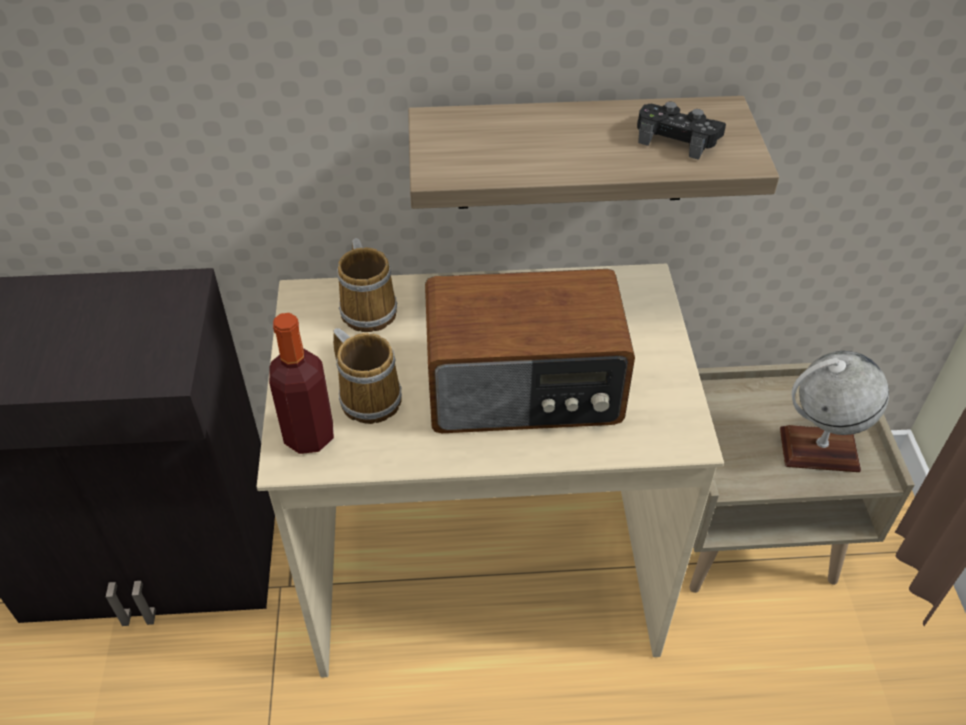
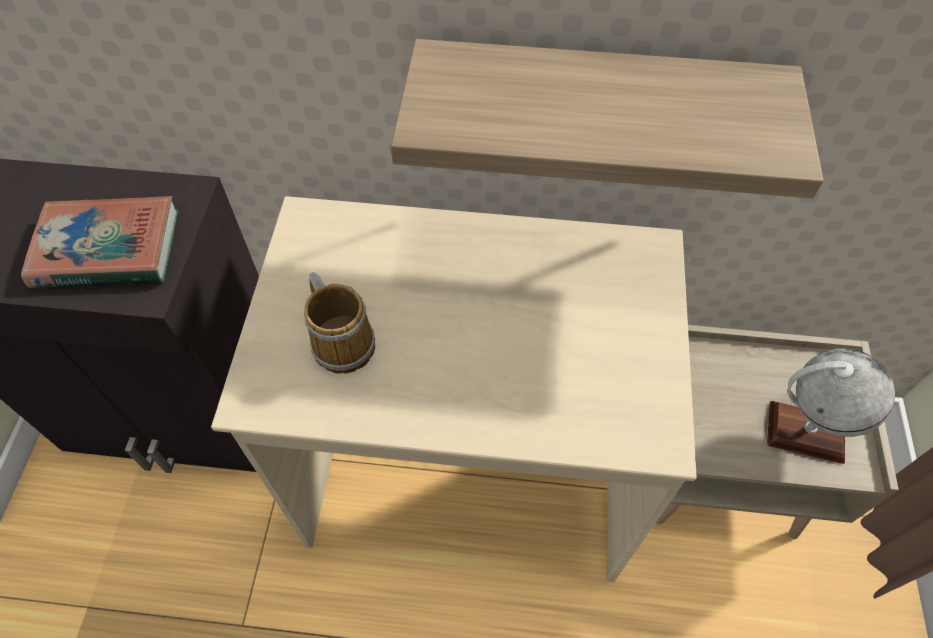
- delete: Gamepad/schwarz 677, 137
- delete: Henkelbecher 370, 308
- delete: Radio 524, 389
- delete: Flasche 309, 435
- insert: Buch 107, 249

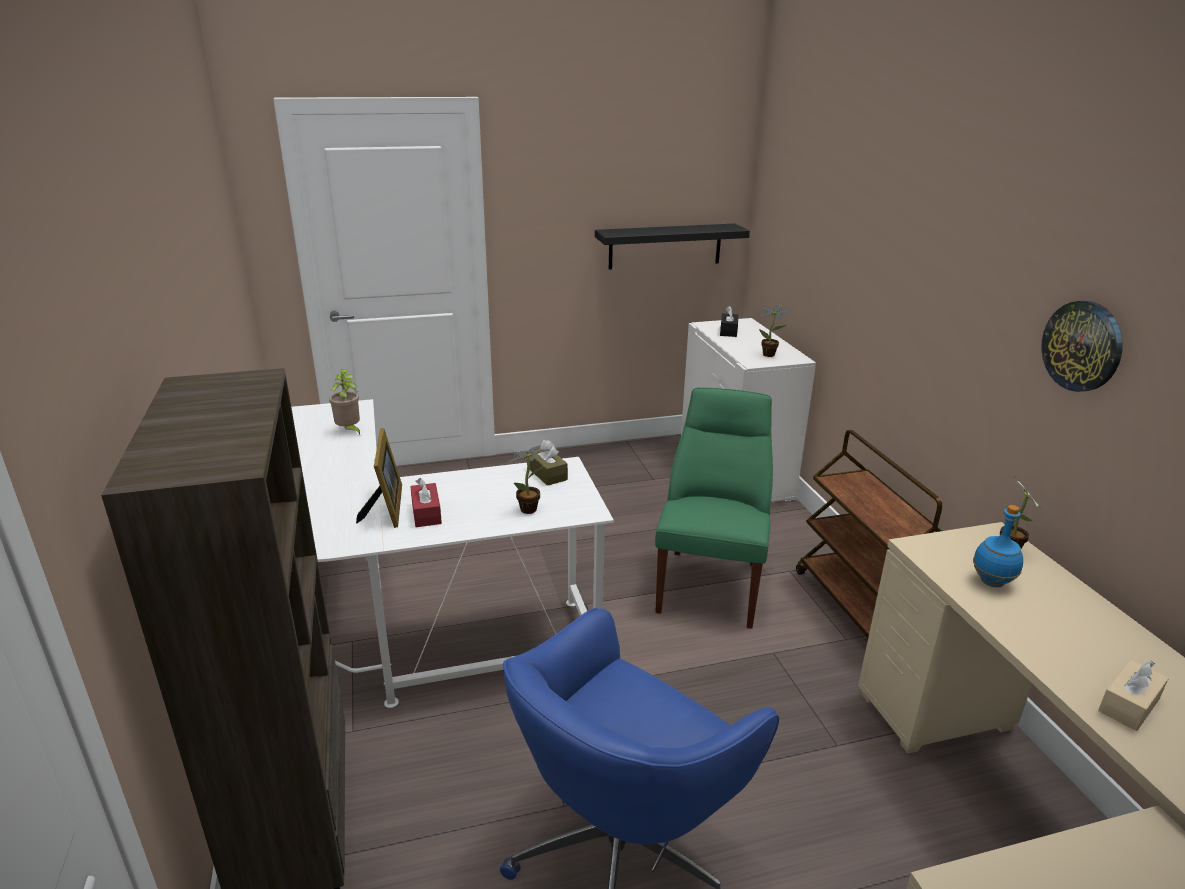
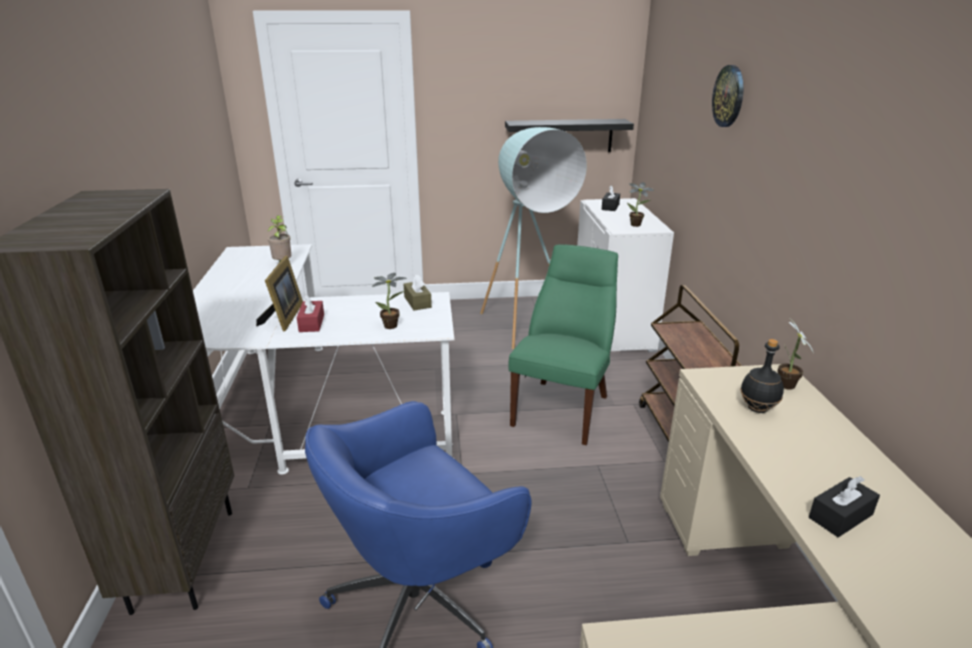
- move: Wanduhr 1082, 346 to 729, 96
- recolor: Flasche/blau 992, 582 to Flasche/schwarz 758, 409
- recolor: Taschentuchbox/beige 1128, 705 to Taschentuchbox/schwarz 840, 516
- insert: Stehlampe/türkis 527, 334

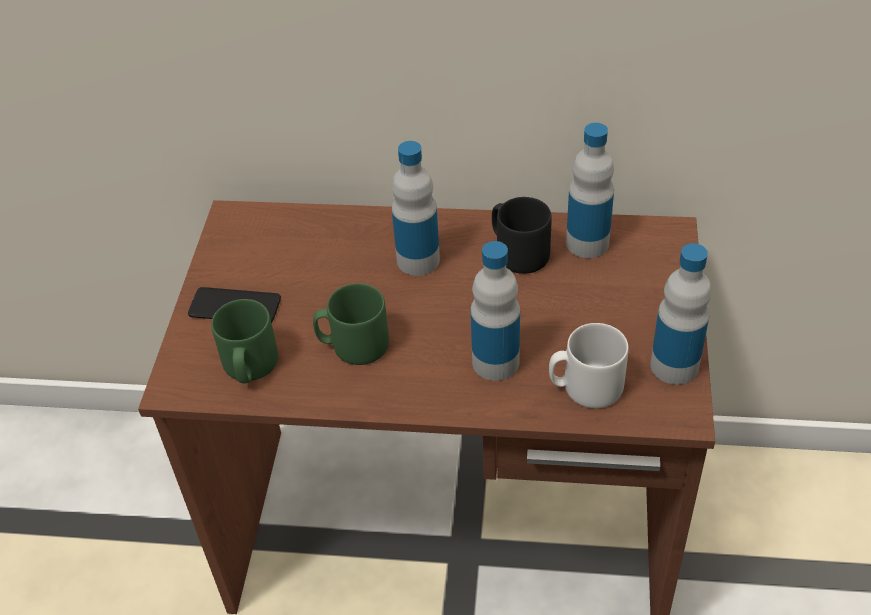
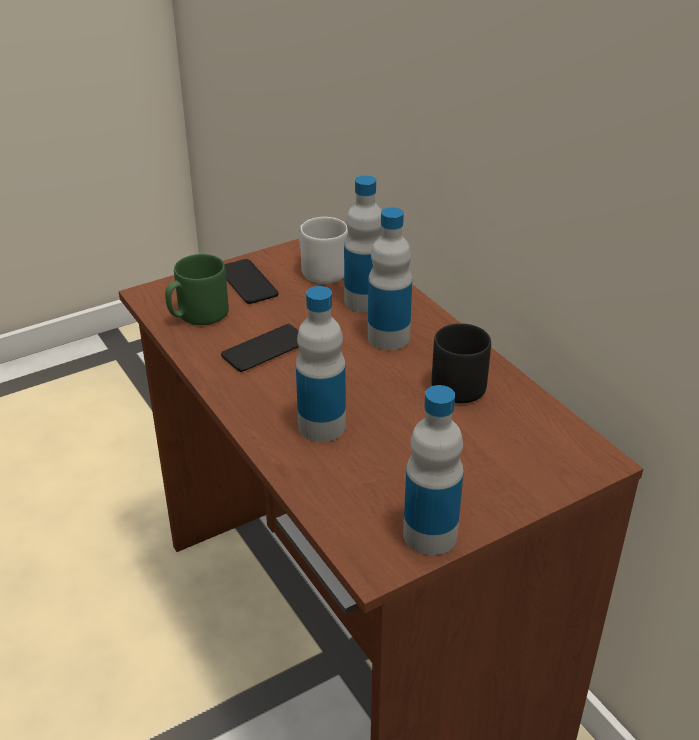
- move: Flasche 587, 243 to 364, 301
- replace: Henkelbecher/grün 353, 345 to Handy 265, 349
- move: Henkelbecher/grau 585, 387 to 320, 269

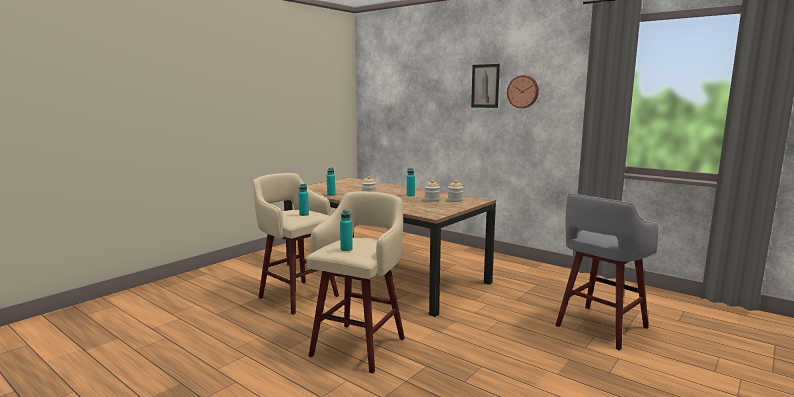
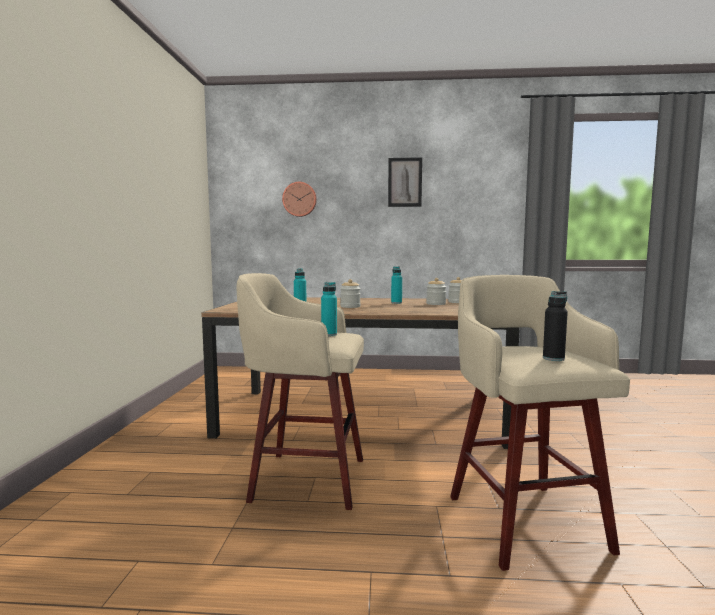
- move: Wanduhr 523, 91 to 299, 199
- delete: Hocker/grau 599, 327
- recolor: Flasche/türkis 346, 249 to Flasche/schwarz 553, 358

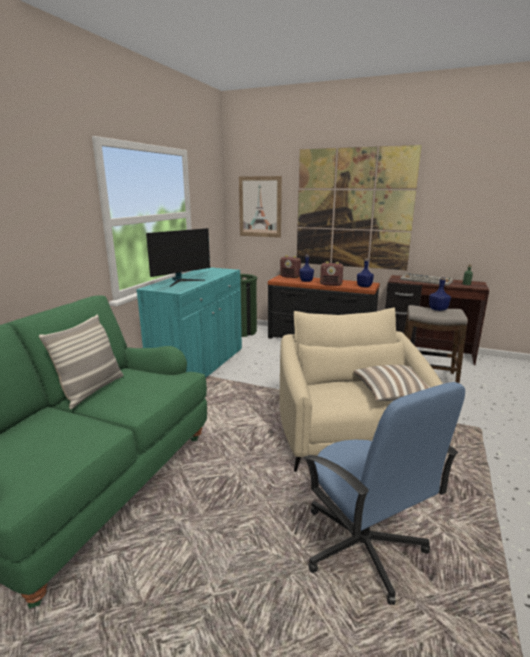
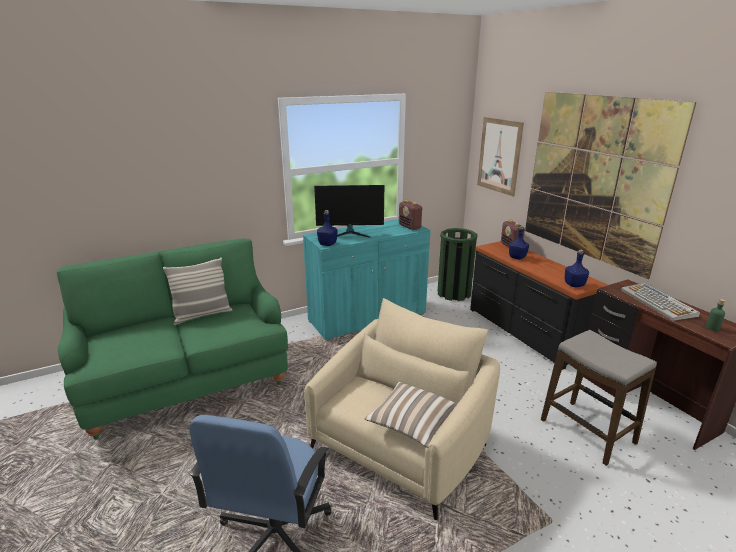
- move: Radio 331, 284 to 410, 227
- move: Flasche/blau 438, 309 to 327, 244

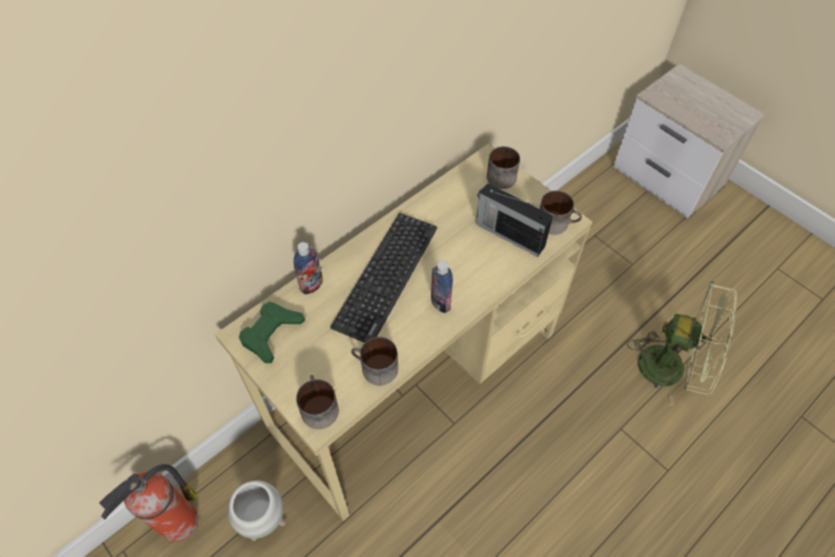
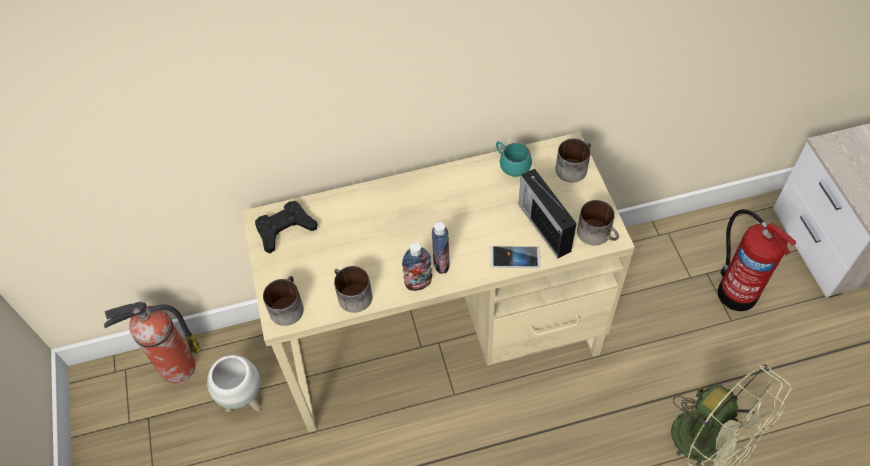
- delete: Tastatur 386, 276
- move: Flasche 311, 285 to 418, 283
- recolor: Gamepad/grün 271, 333 to Gamepad/schwarz 285, 229
- insert: Henkelbecher/türkis 510, 165
- insert: Feuerlöscher 735, 291
- insert: Handy 515, 258

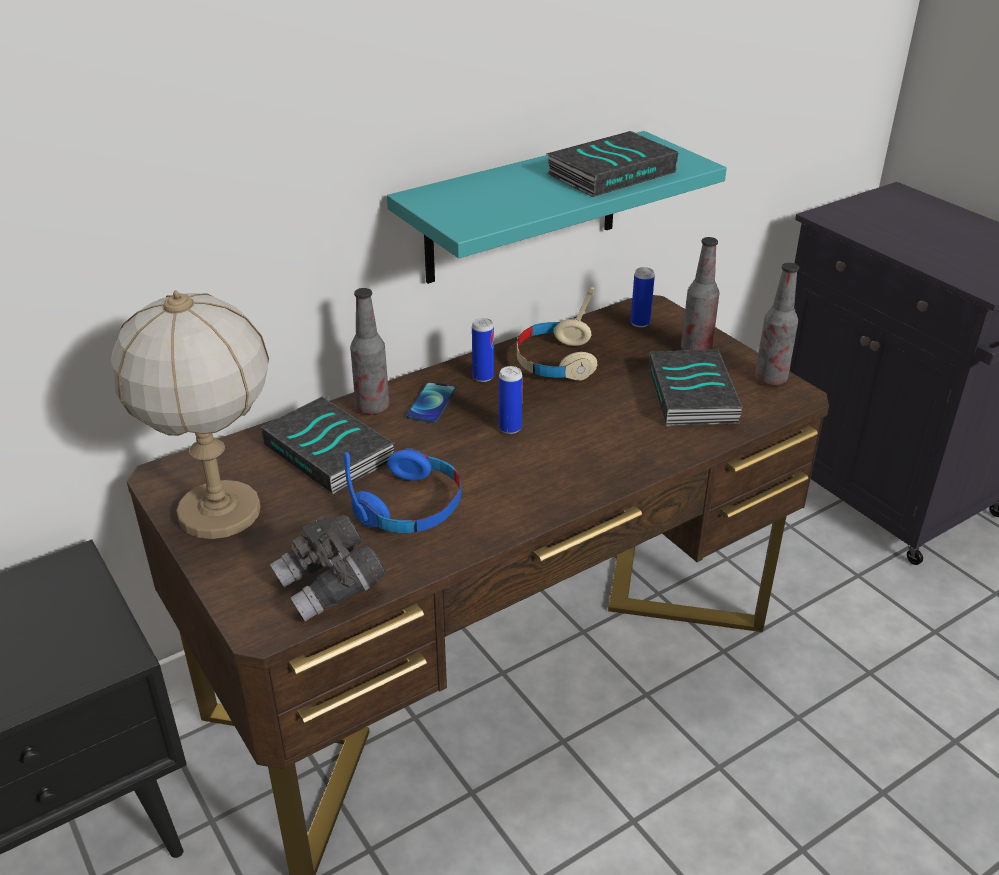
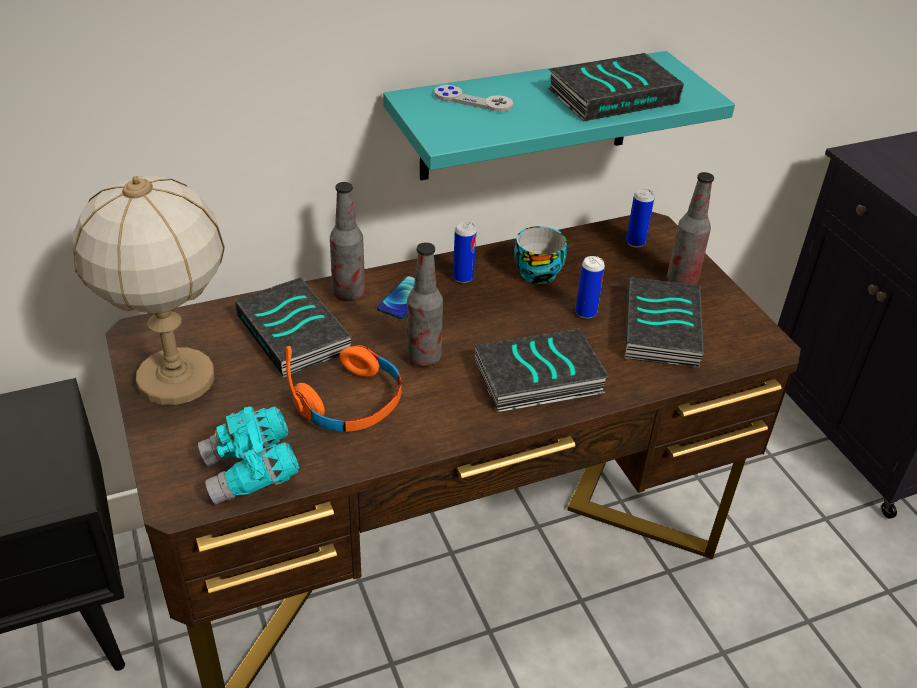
- move: Flasche 770, 379 to 424, 357
- replace: Kopfhörer/beige 555, 361 to Tasse 538, 271
- move: Dose 510, 428 to 586, 313
- recolor: Kopfhörer/blau 411, 506 to Kopfhörer/orange 352, 403
- recolor: Fernglas/grau 330, 586 to Fernglas/türkis 251, 472
- insert: Gamepad/grau 473, 100
- insert: Buch 537, 379

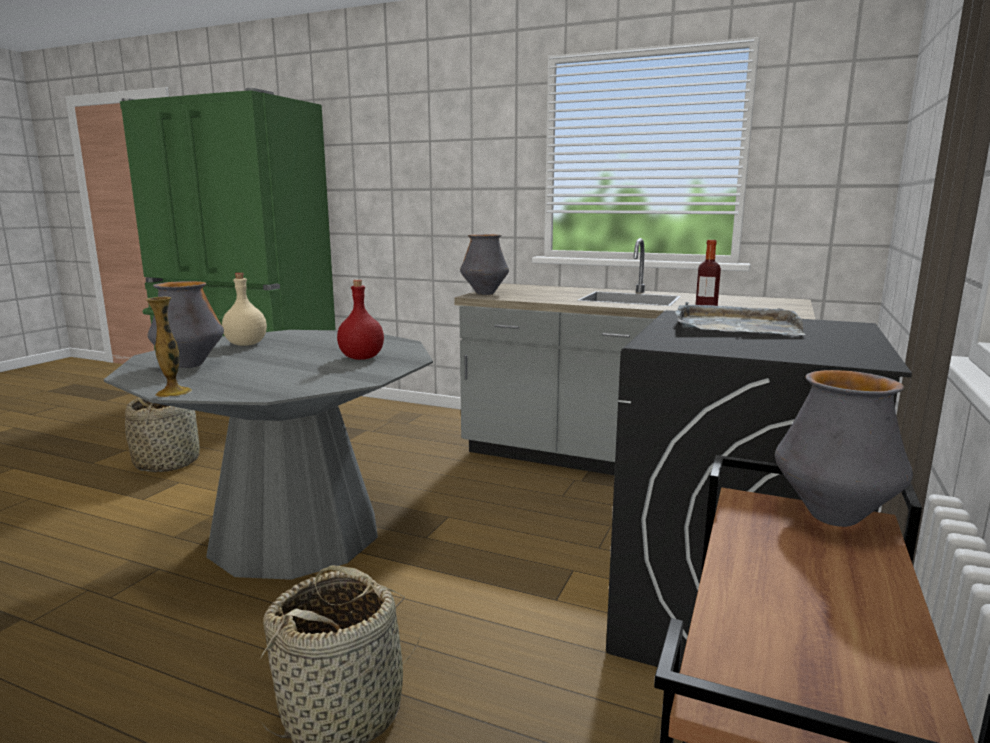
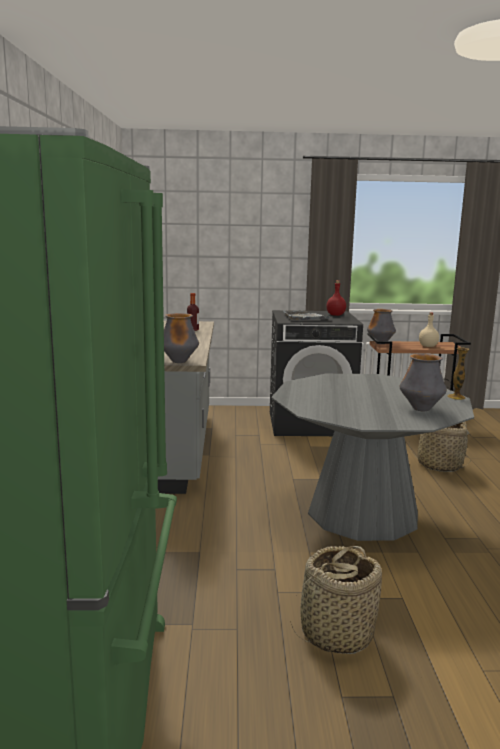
- move: Flasche/beige 246, 344 to 428, 346
- move: Flasche/rot 360, 358 to 336, 315

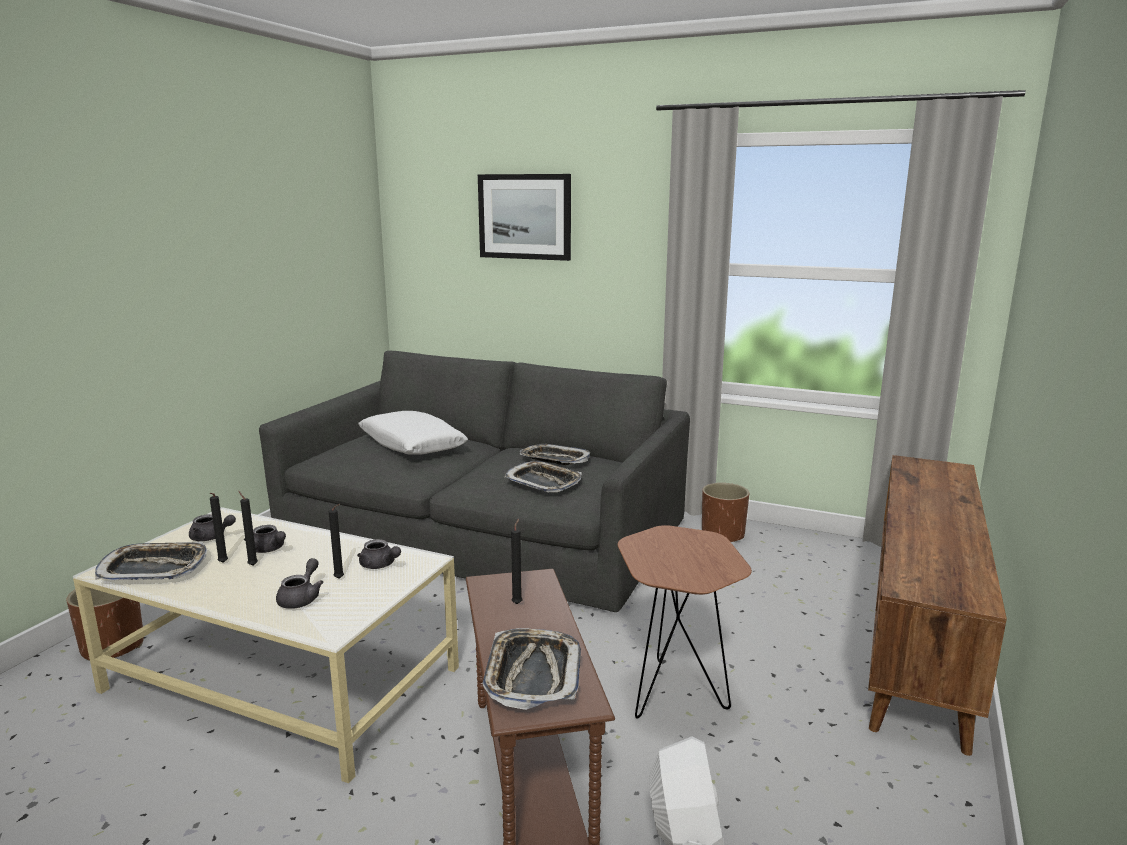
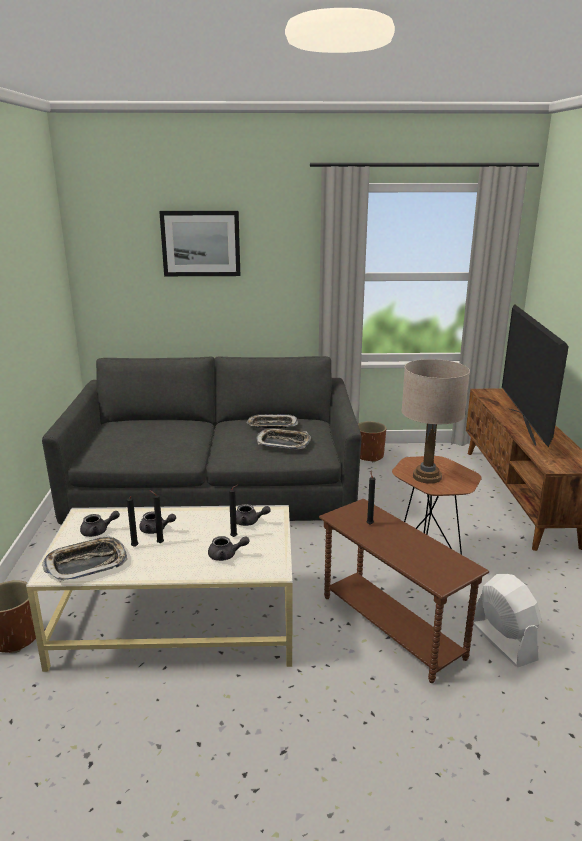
- delete: Kissen/weiß 412, 445
- rotate: Teekanne/grau 301, 598 = 226, 555 105 degrees clockwise
- delete: Tablett 532, 674
- insert: Fernseher 522, 426
- insert: Tischlampe/beige 427, 477

